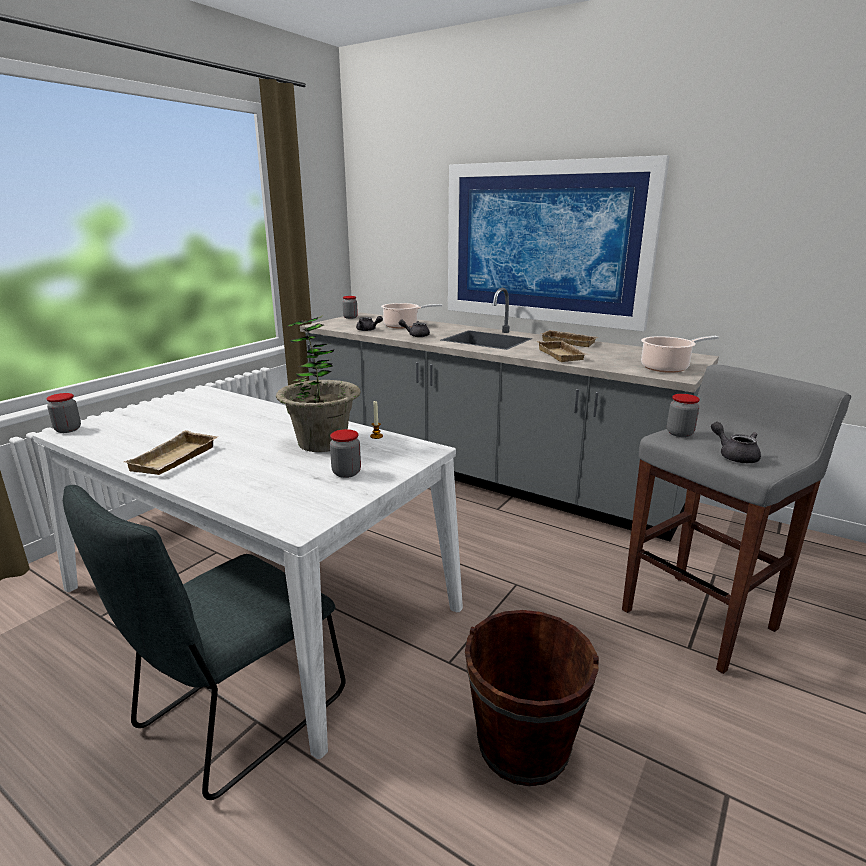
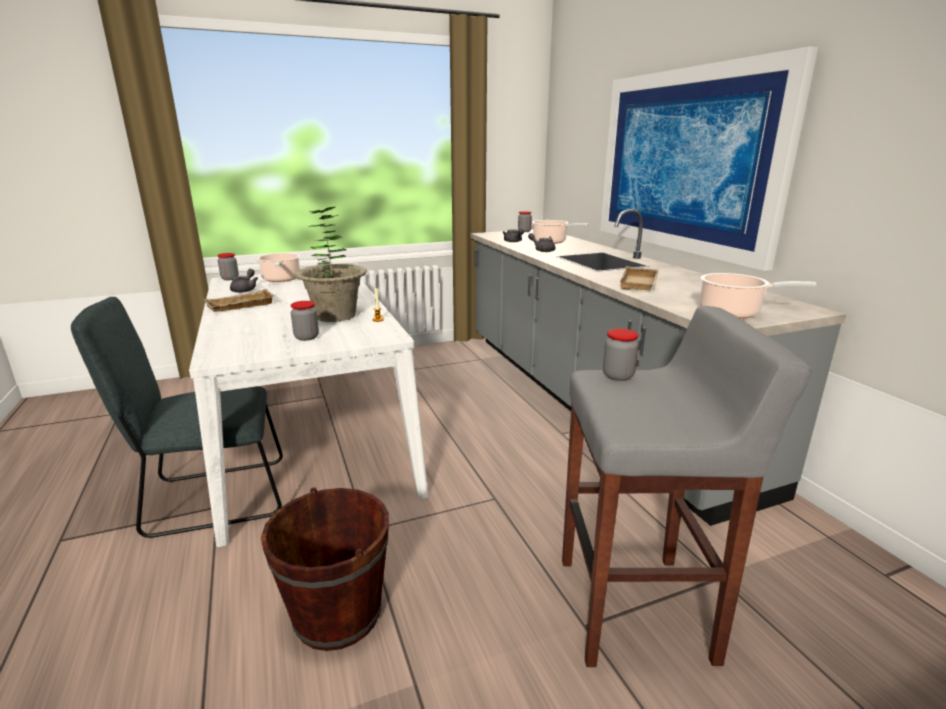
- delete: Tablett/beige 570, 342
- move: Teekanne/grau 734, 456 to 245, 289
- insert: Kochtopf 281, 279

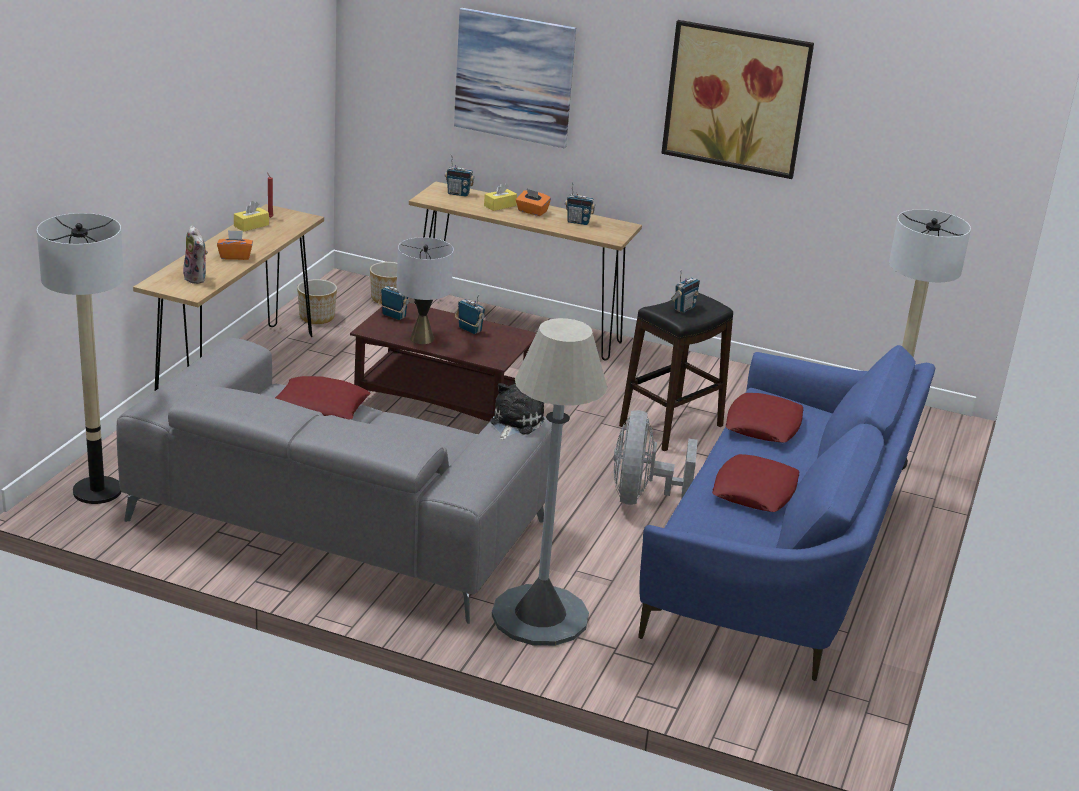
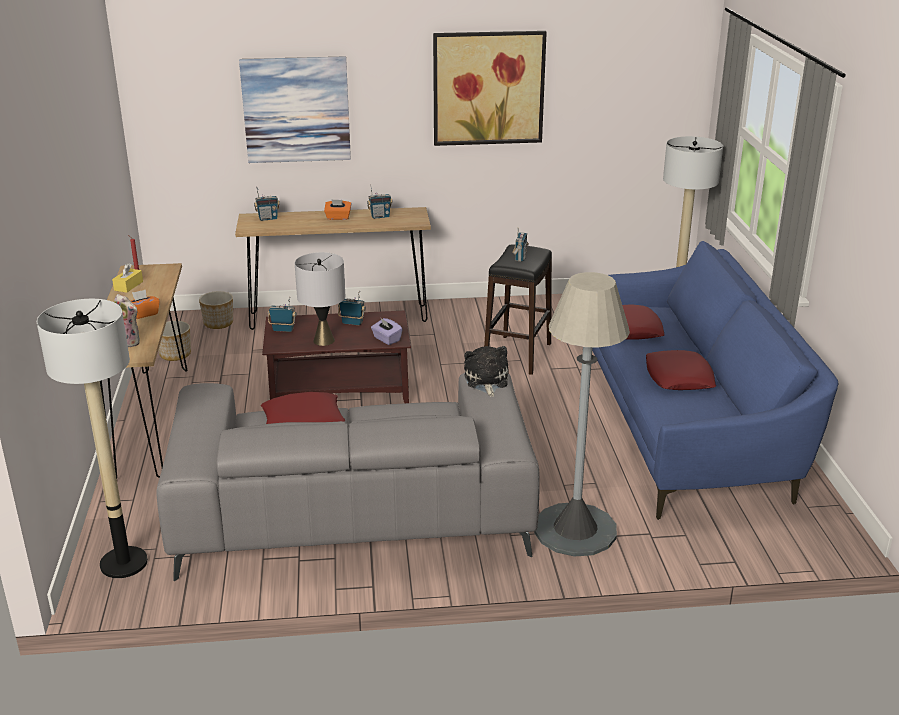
- delete: Taschentuchbox/gelb 500, 205
- delete: Ventilator/grau 641, 497
- insert: Taschentuchbox/lila 386, 339

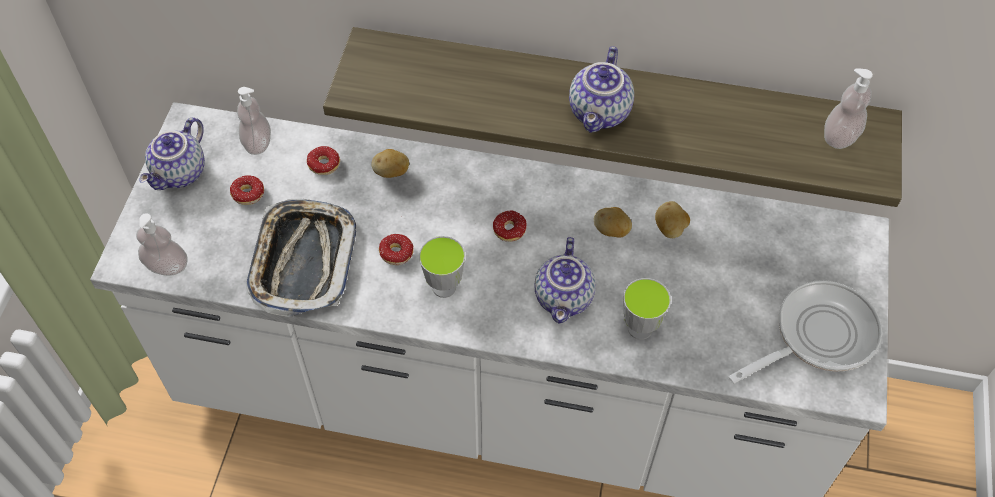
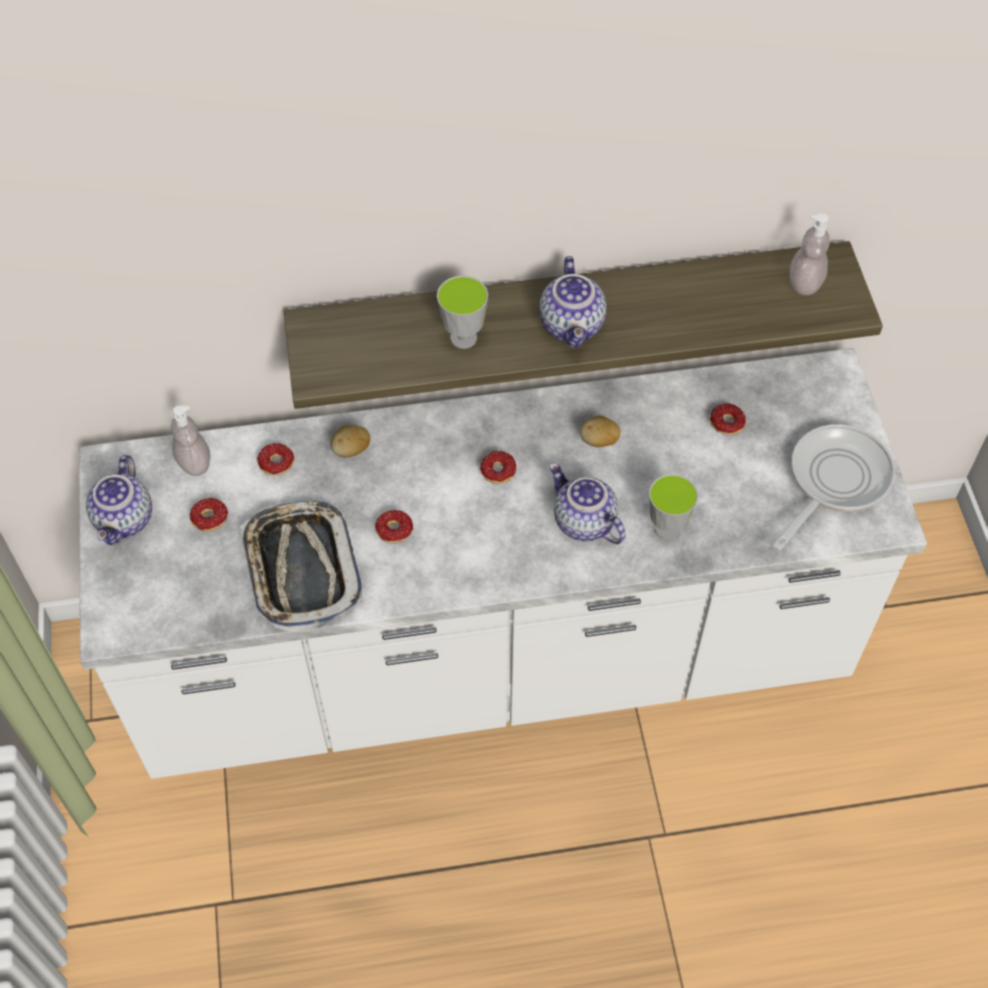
- delete: Kartoffel 670, 229
- delete: Seifenspender 167, 266
- move: Tasse 444, 287 to 463, 338
- rotate: Teekanne 565, 298 = 582, 522 150 degrees clockwise
- insert: Donut 722, 427

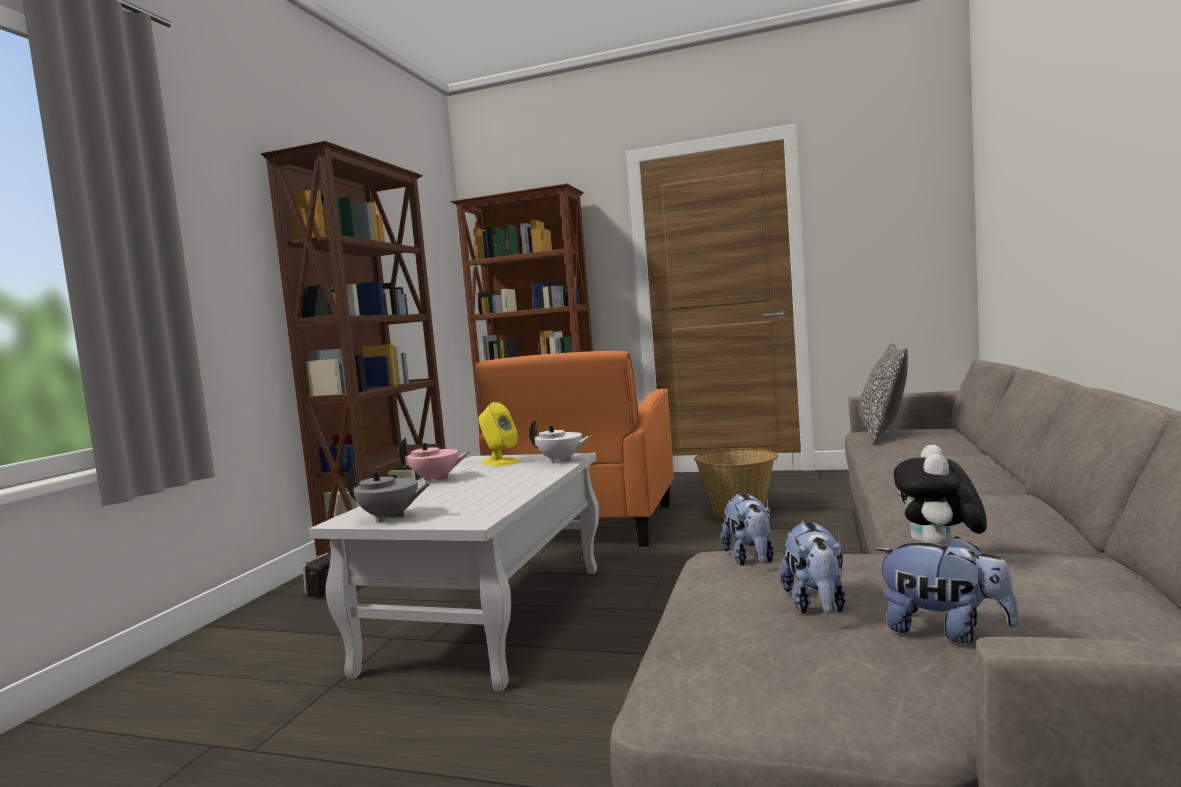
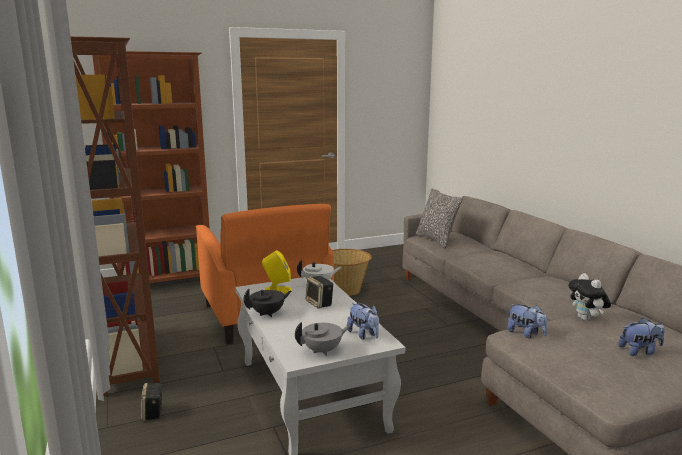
- recolor: Teekanne/rosa 436, 479 to Teekanne/schwarz 268, 313
- move: Plüschtier 817, 605 to 364, 335
- insert: Lautsprecher 320, 303

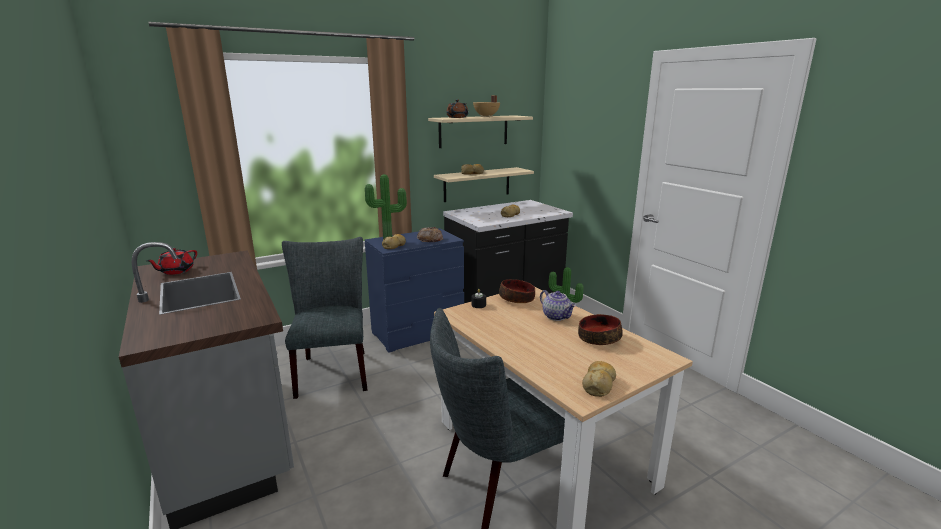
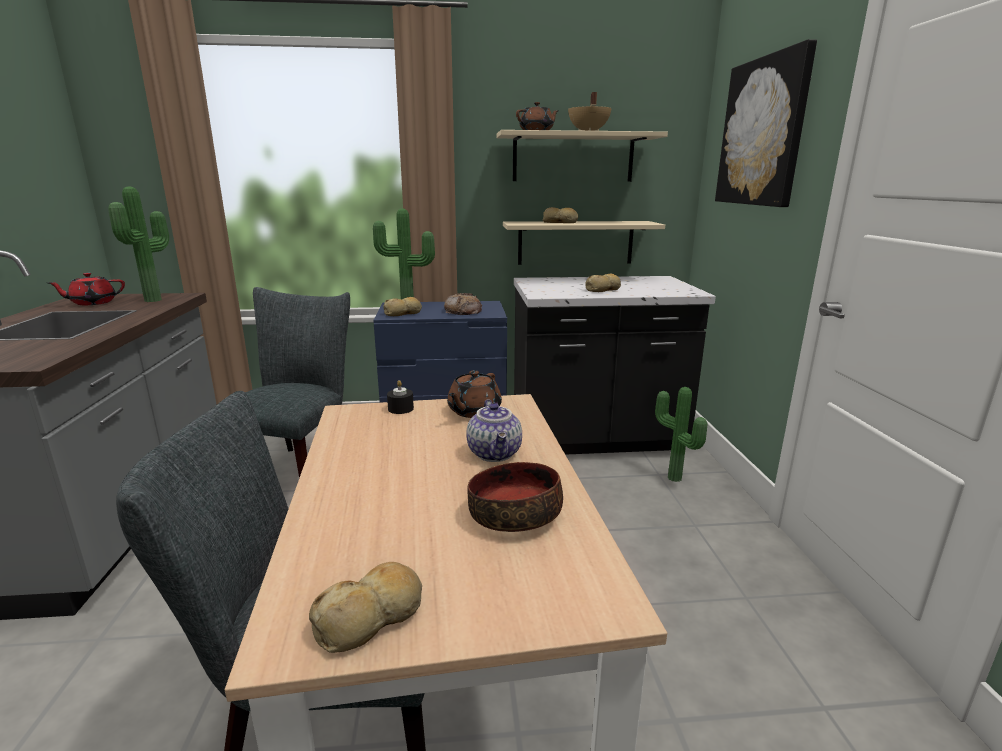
- replace: Schüssel 517, 299 to Teekanne/braun 473, 411
- insert: Bild 762, 132
- insert: Topfpflanze 156, 300

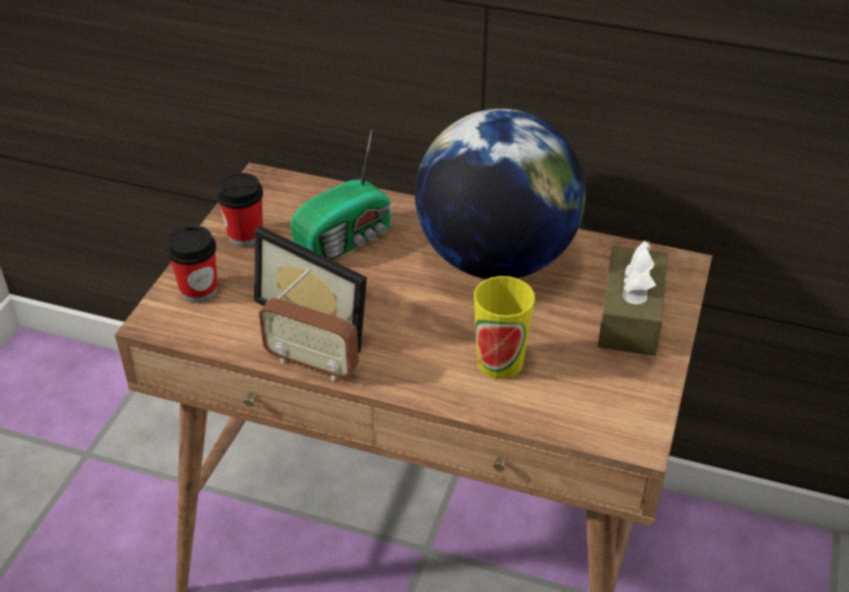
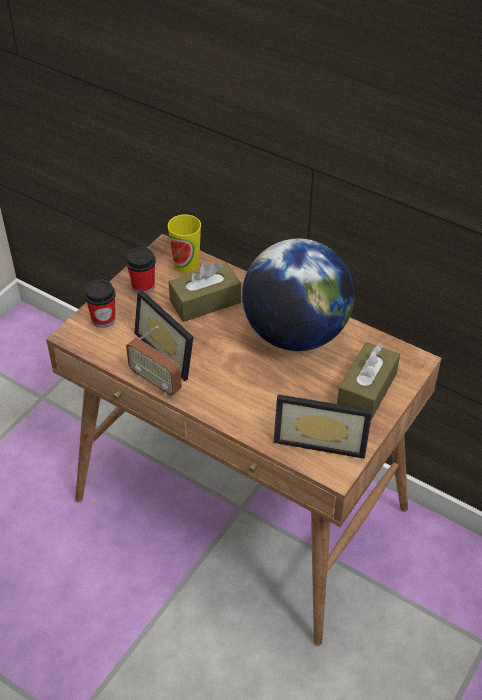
- replace: Radio 347, 240 to Taschentuchbox/braun 205, 302
- move: Tasse 499, 362 to 186, 264
- insert: Bilderrahmen 321, 437

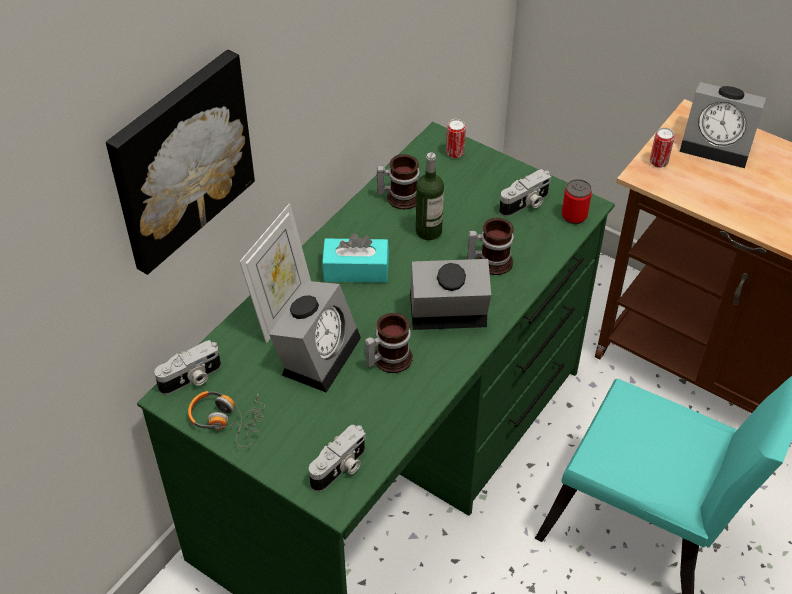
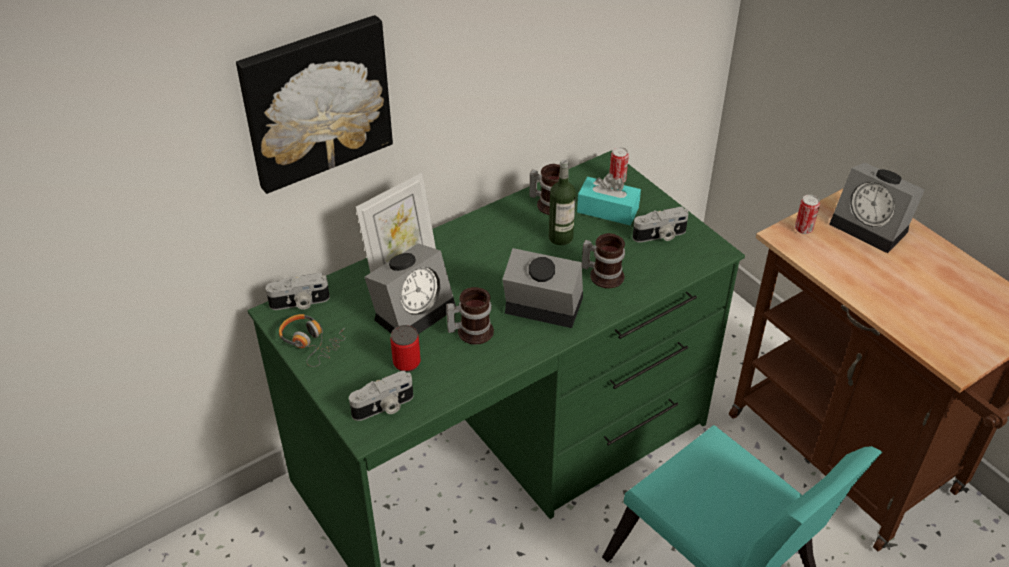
- move: Dose 574, 216 to 406, 363
- move: Taschentuchbox/türkis 356, 270 to 607, 210

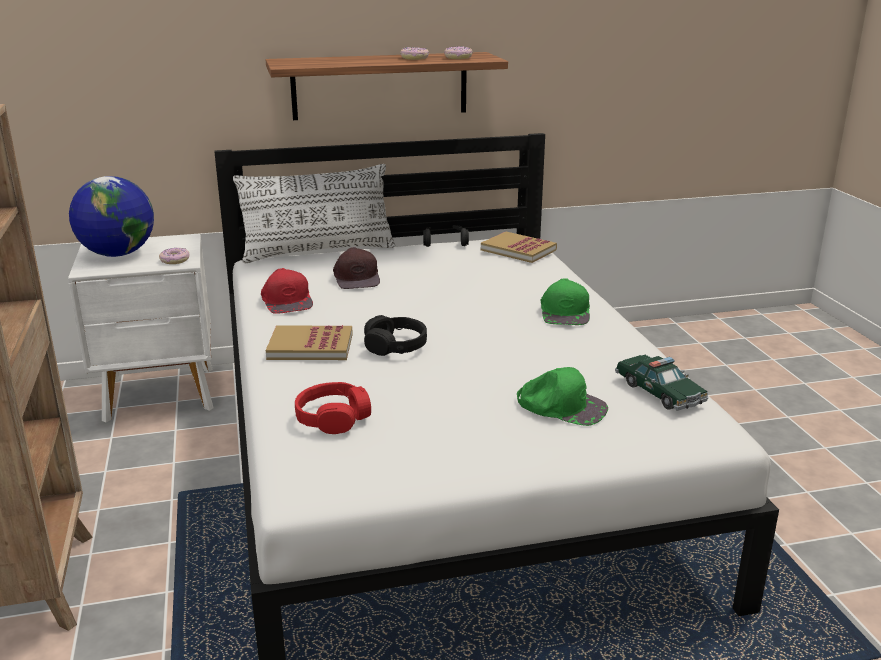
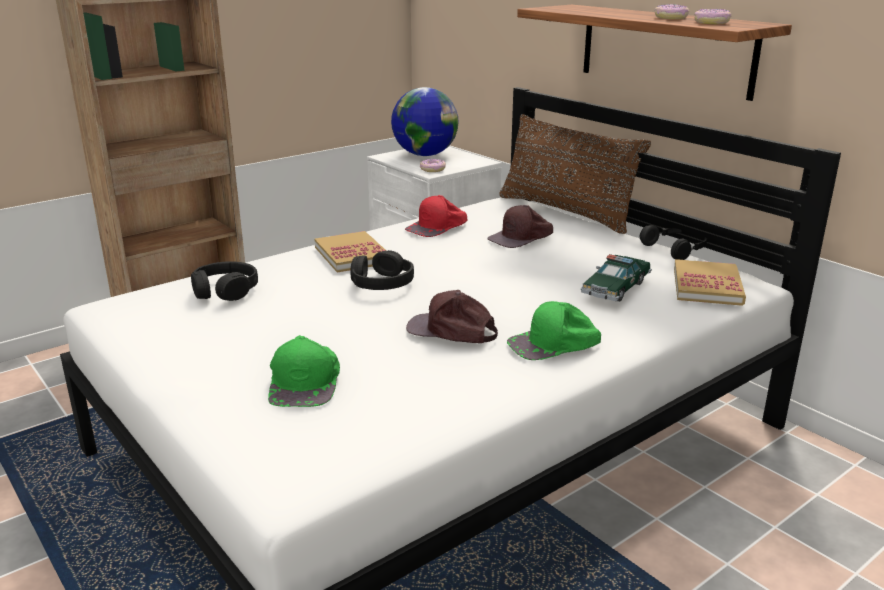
- recolor: Kissen/weiß 318, 252 to Kissen/braun 565, 212
- move: Spielzeugauto 659, 392 to 616, 288
- recolor: Kopfhörer/rot 333, 418 to Kopfhörer/schwarz 225, 290
- insert: Kappe/braun 451, 331

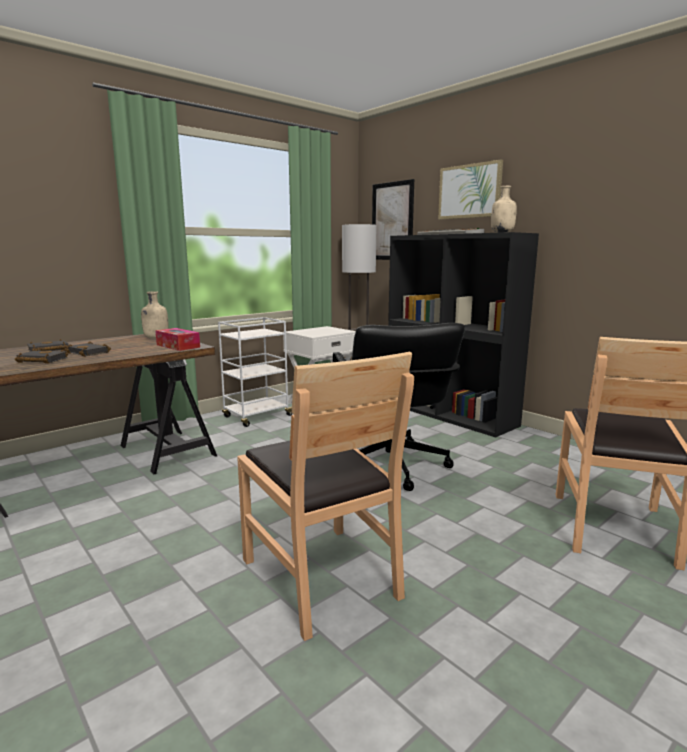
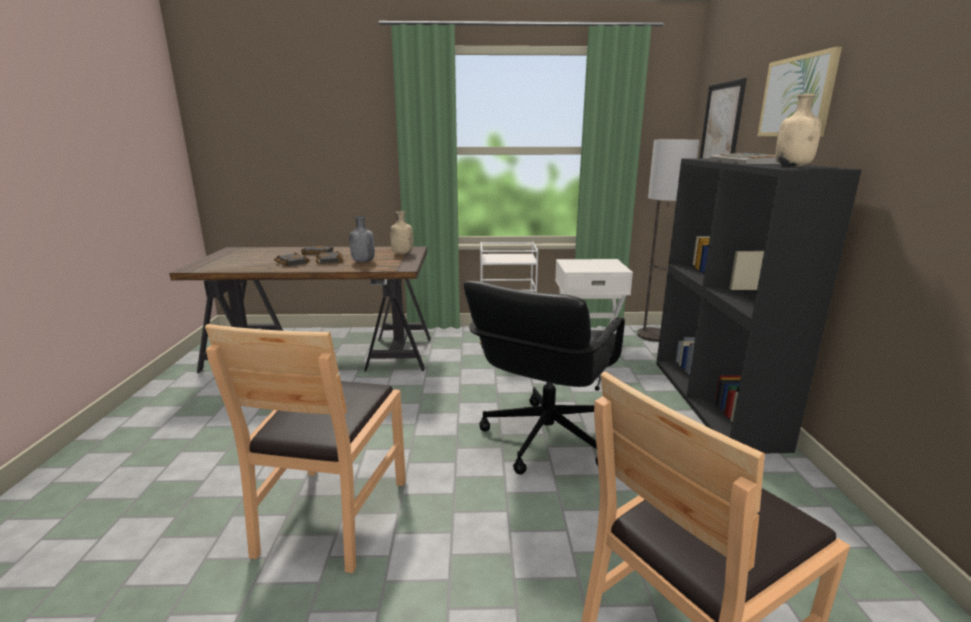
- delete: Taschentuchbox 178, 346
- insert: Flasche/grau 362, 261

